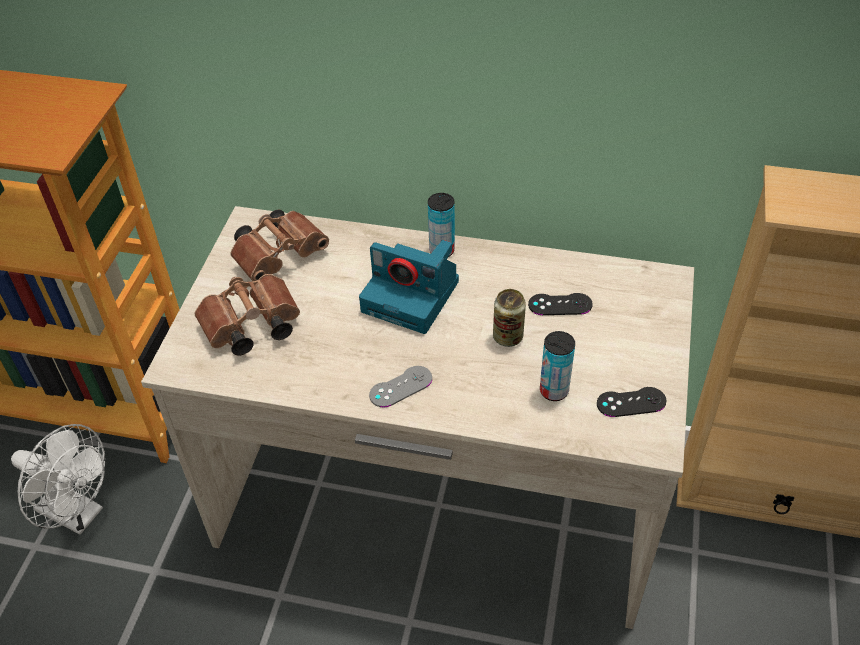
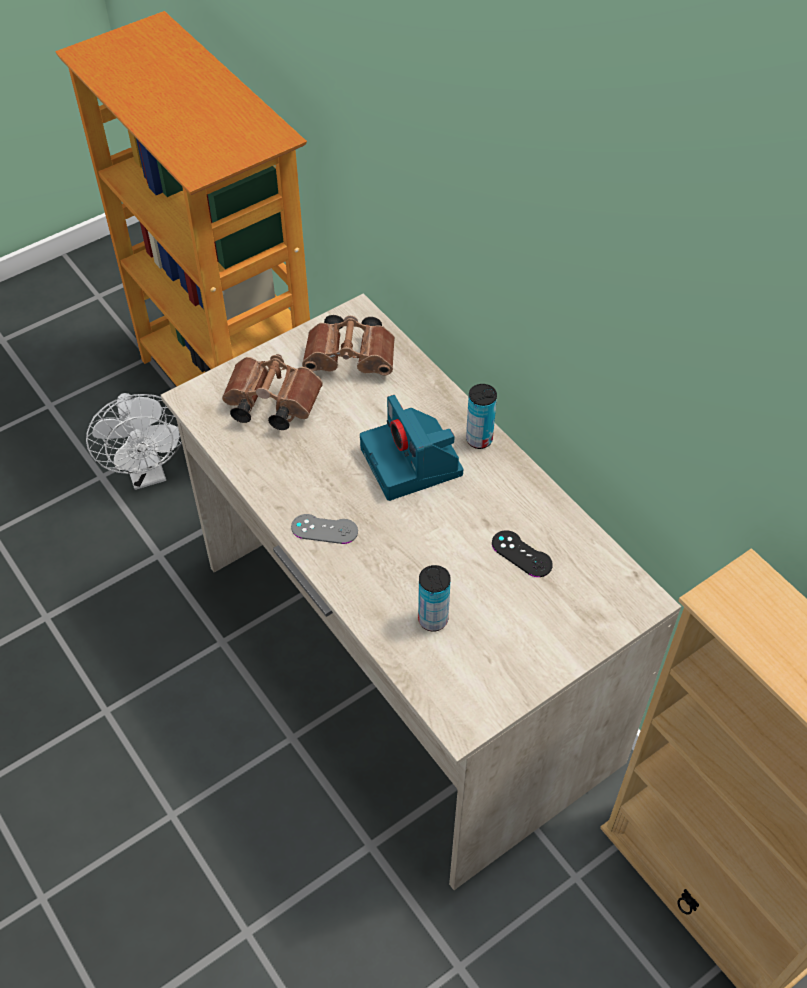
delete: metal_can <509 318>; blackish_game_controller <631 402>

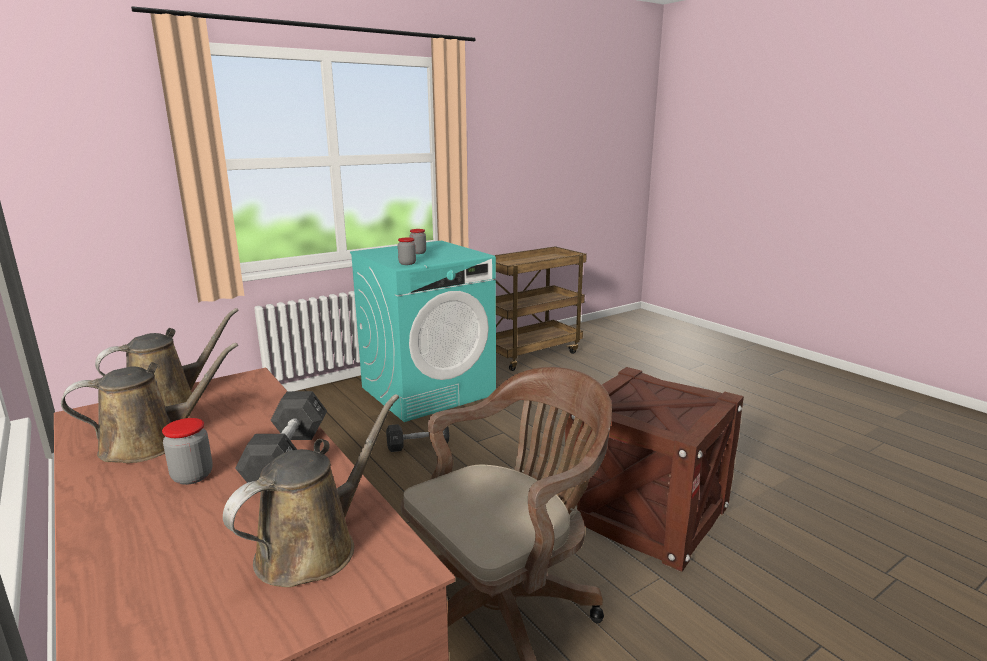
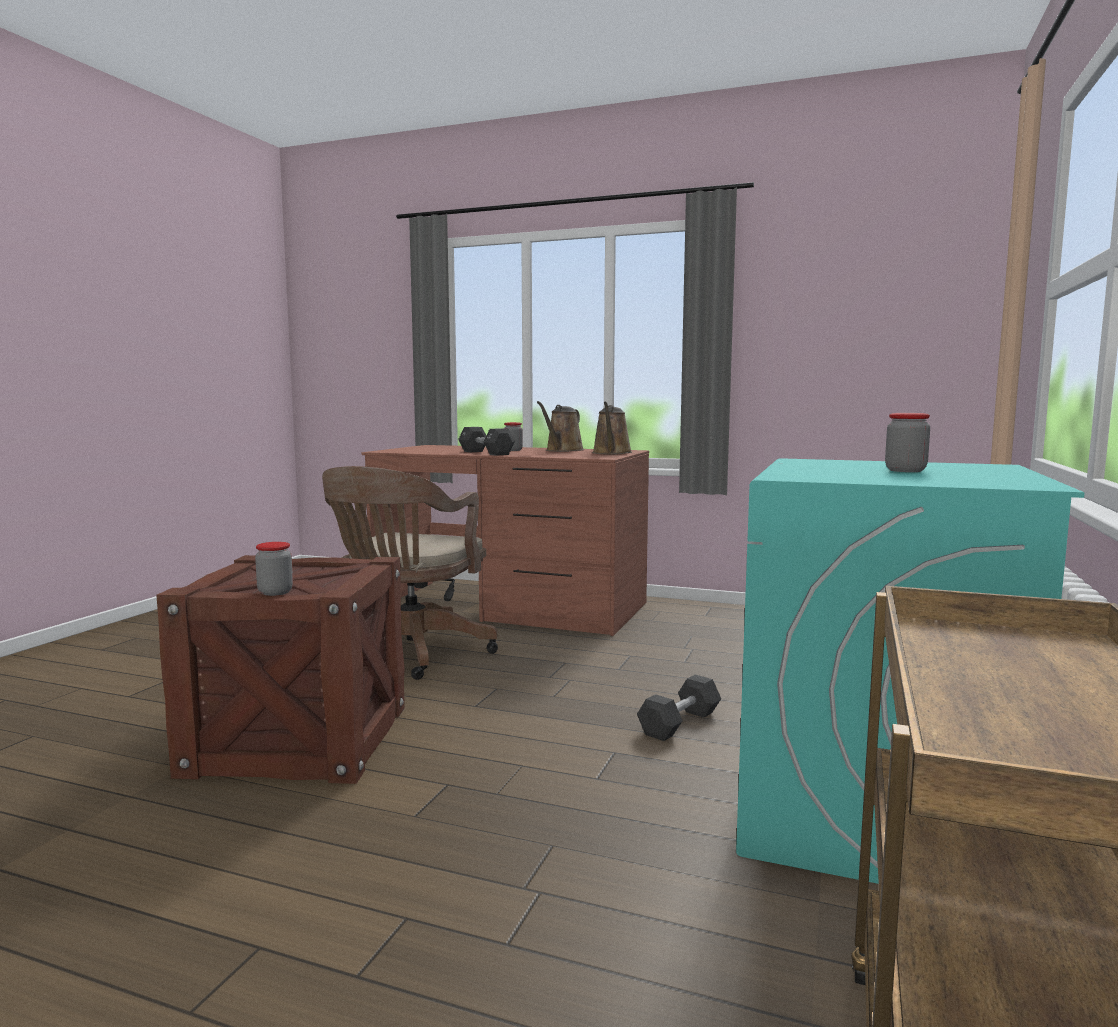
delete: brown_watering_pot <311 490>
move: preserve_jar <407 251> to <274 569>

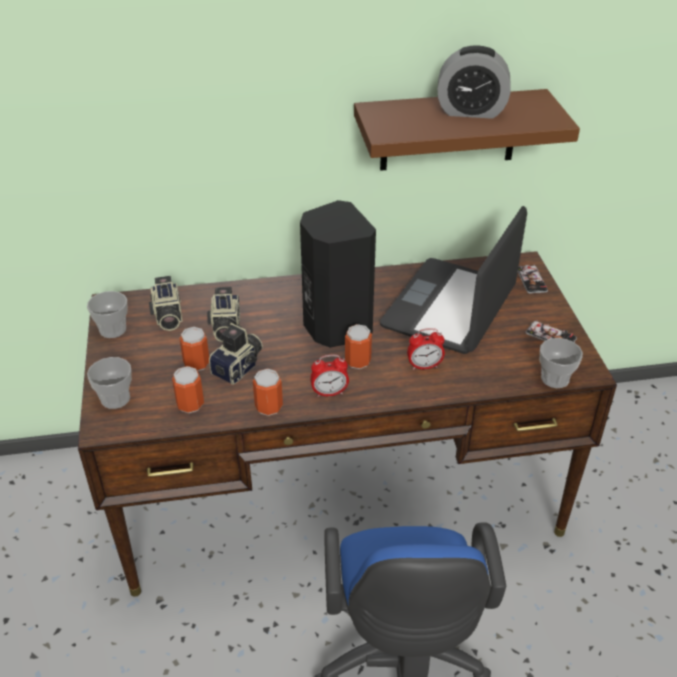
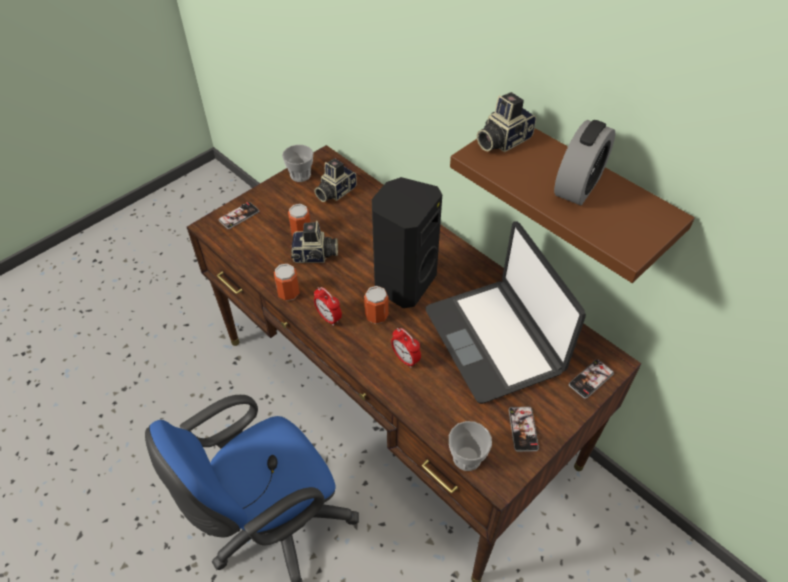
delete: metal_can <188 389>
move: still_camera <223 314> to <506 122>
replace: drinking_cup <109 383> to phone <239 215>
rotate: laptop <453 280> = <506 312> 105 degrees counterclockwise; table_clock <474 82> = <584 162> 120 degrees counterclockwise

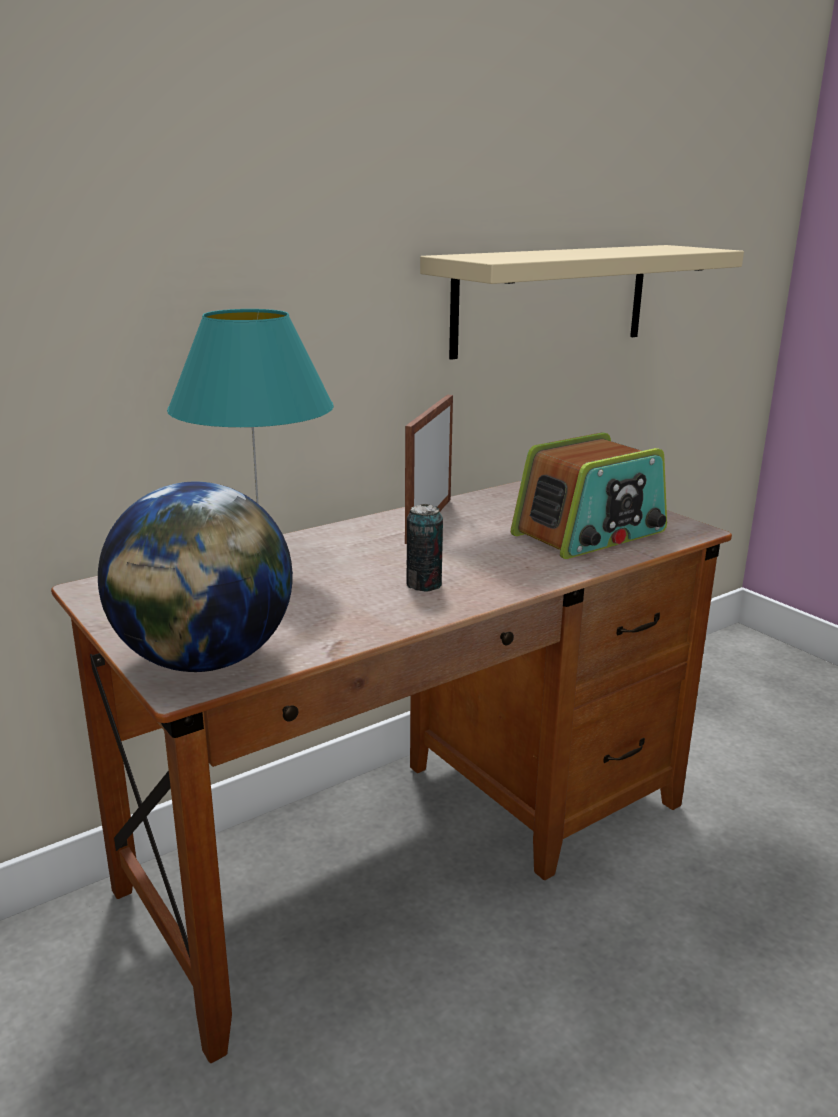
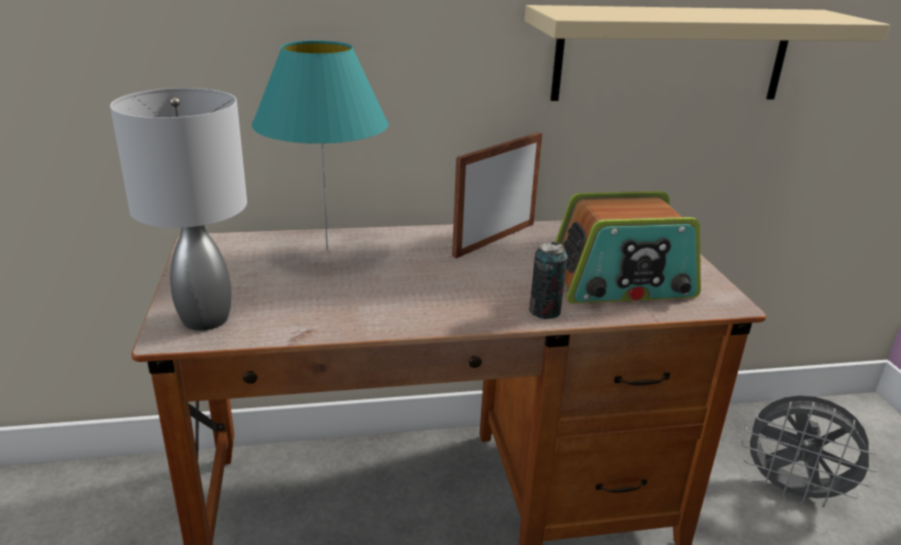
insert: grey_fan <809 451>
move: metal_can <424 547> to <548 280>
replace: desk_globe <195 576> to grey_table_lamp <178 209>

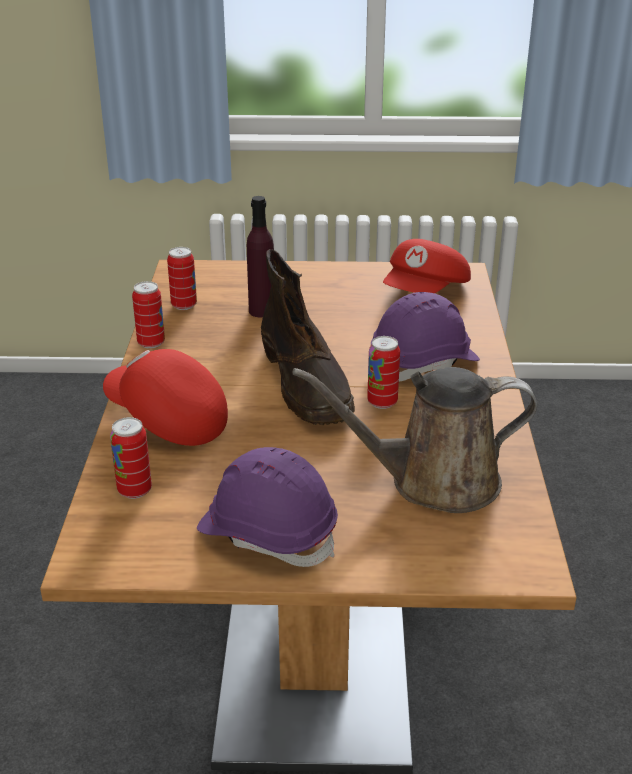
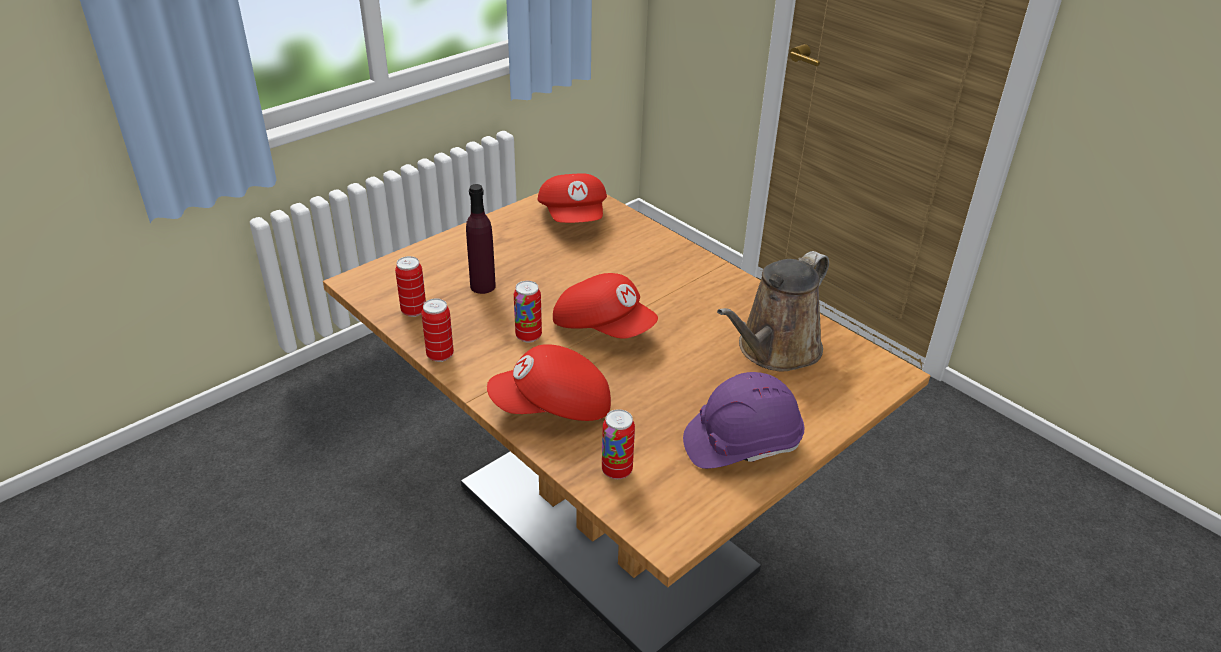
delete: purplish_work_helmet <425 337>
move: metal_can <383 372> to <528 311>
replace: brown_high-top_boot <308 337> to red-coloured_cap <605 306>

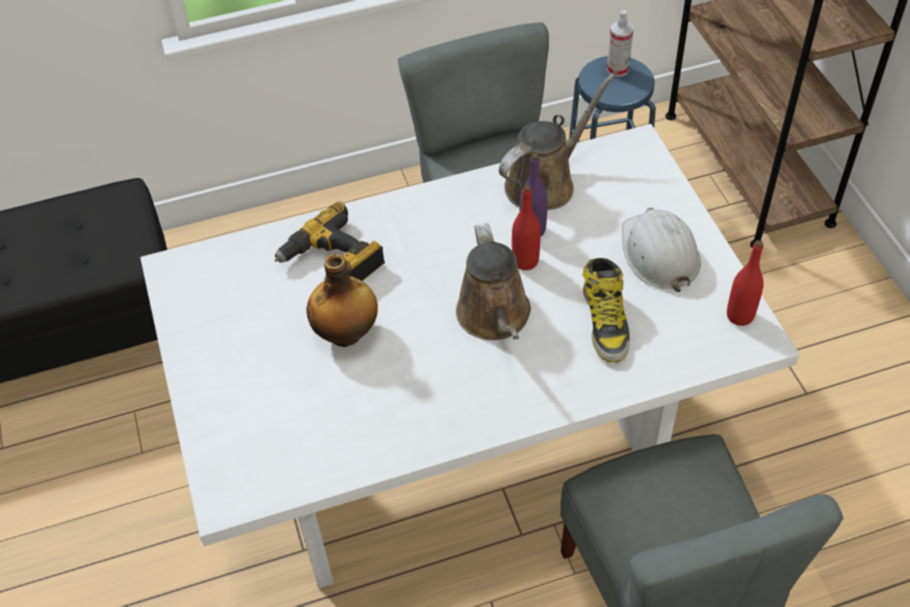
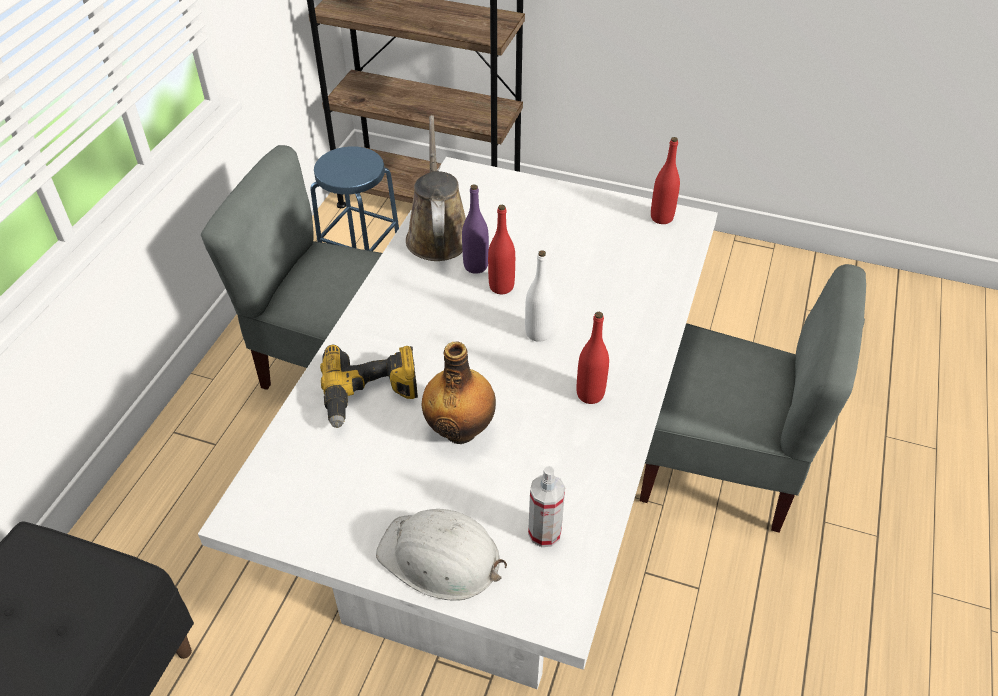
delete: high-top_boot <606 310>
insert: red-coloured_bottle <593 358>
move: hand_sprayer <620 43> to <546 506>; white-coloured_work_helmet <661 250> to <441 555>
replace: brown_watering_pot <493 281> to white-coloured_bottle <539 296>

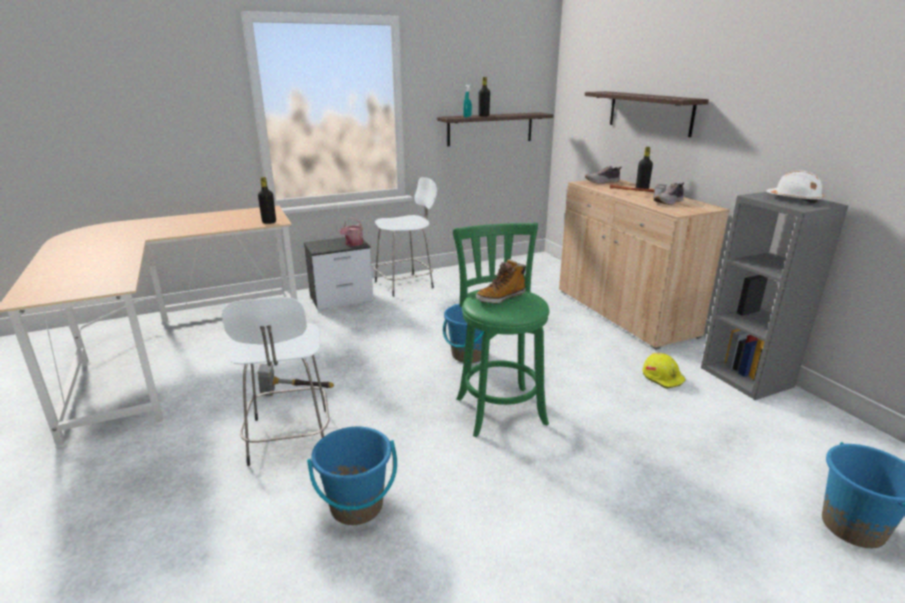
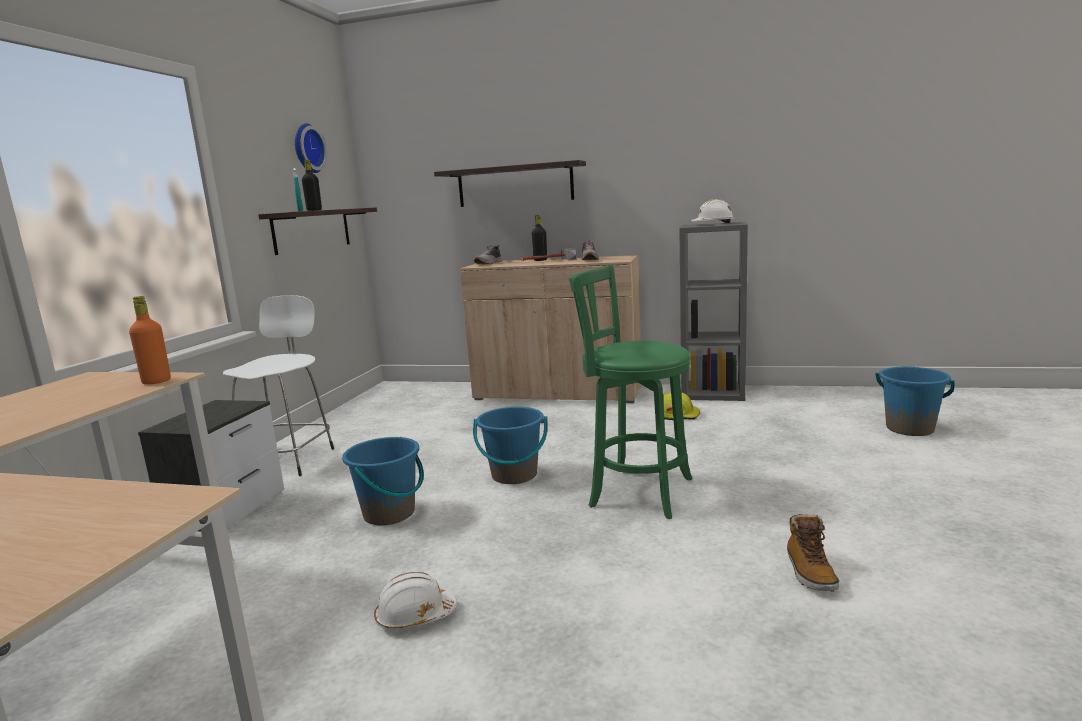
delete: white-coloured_stool <275 381>; watering_pot <351 232>
insert: wall_clock <311 148>
move: blue-coloured_pail <352 475> to <383 481>; high-top_boot <501 281> to <813 553>
replace: hammer <296 380> to white-coloured_work_helmet <415 600>
recolor: blackish_bottle <267 200> to orange-coloured_bottle <150 340>

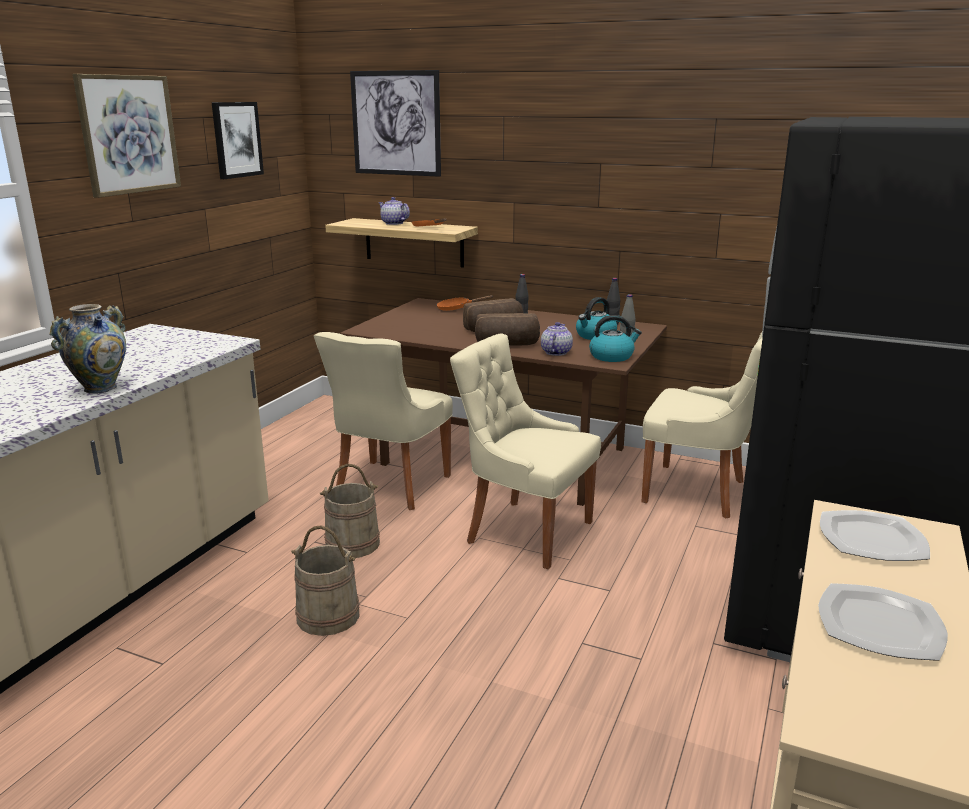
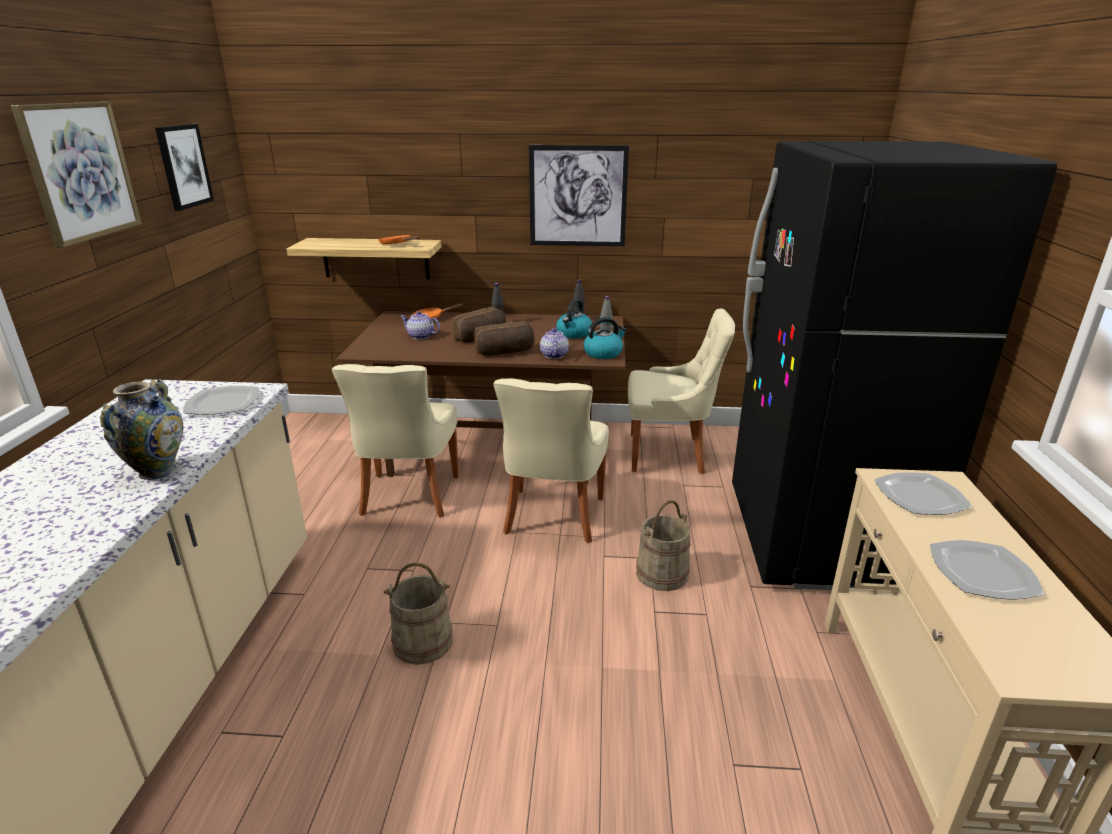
insert: plate <221 400>
move: beige-coloured_pail <350 511> to <663 545>; wall_art <395 123> to <579 195>; teapot <394 211> to <420 325>
rotate: beige-coloured_upright_chair <525 451> = <551 461> 90 degrees counterclockwise

